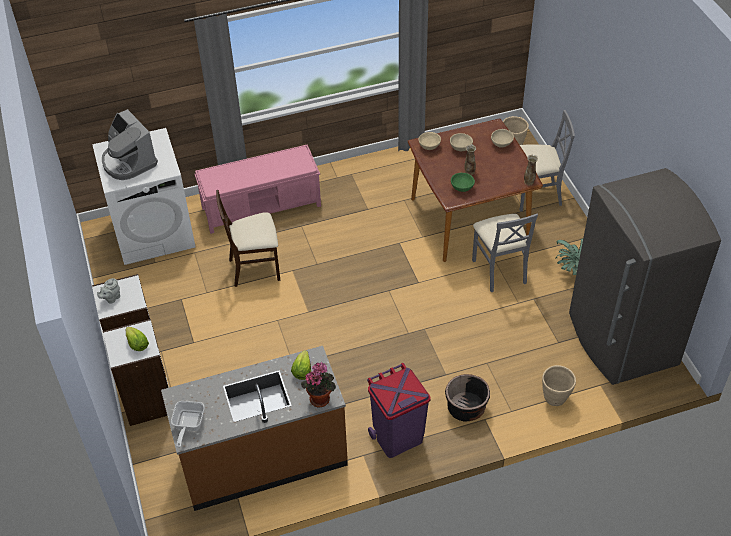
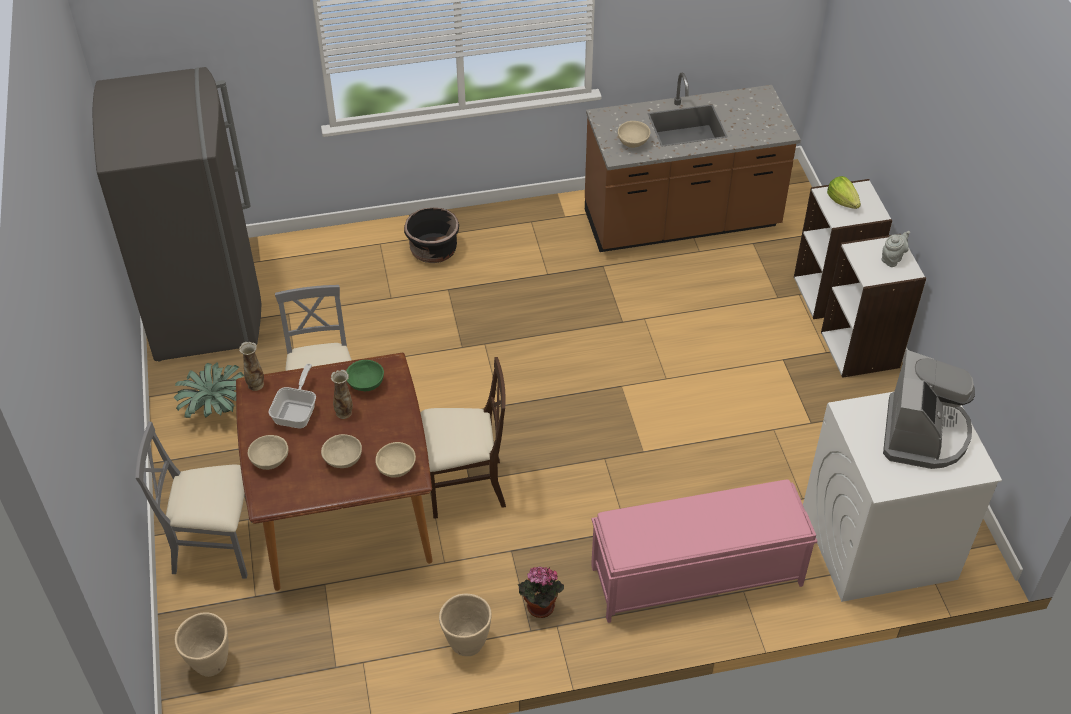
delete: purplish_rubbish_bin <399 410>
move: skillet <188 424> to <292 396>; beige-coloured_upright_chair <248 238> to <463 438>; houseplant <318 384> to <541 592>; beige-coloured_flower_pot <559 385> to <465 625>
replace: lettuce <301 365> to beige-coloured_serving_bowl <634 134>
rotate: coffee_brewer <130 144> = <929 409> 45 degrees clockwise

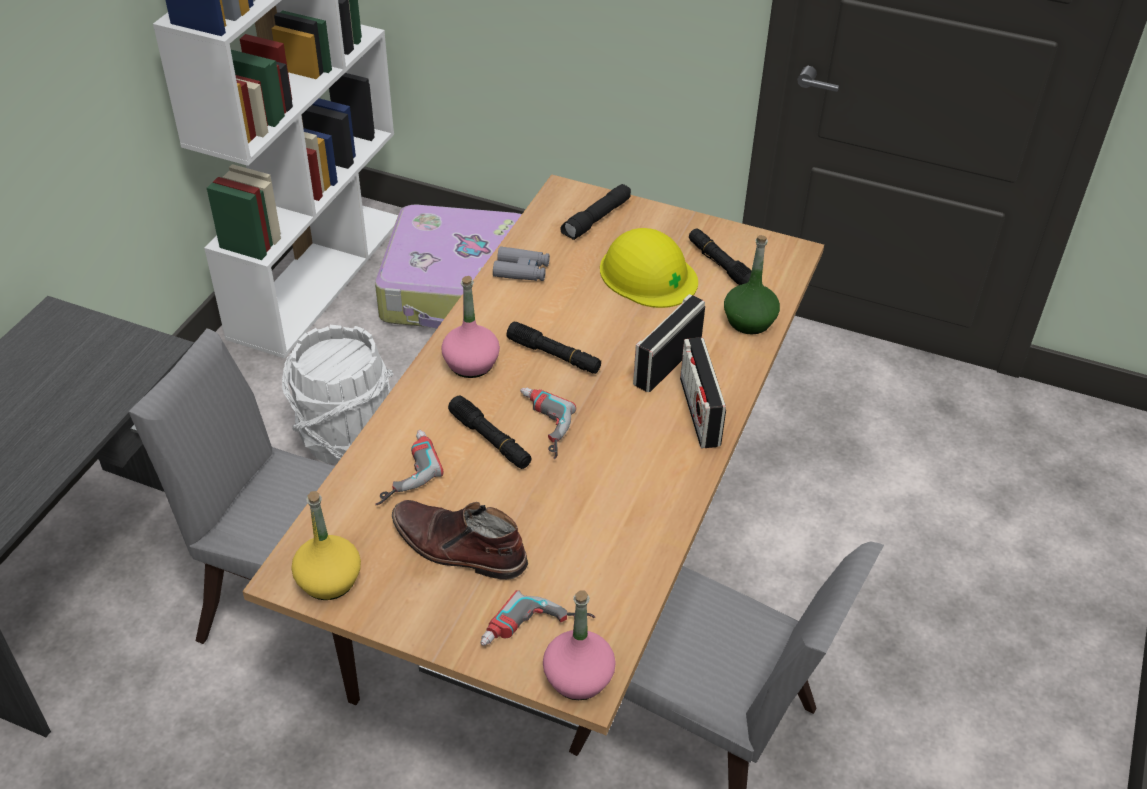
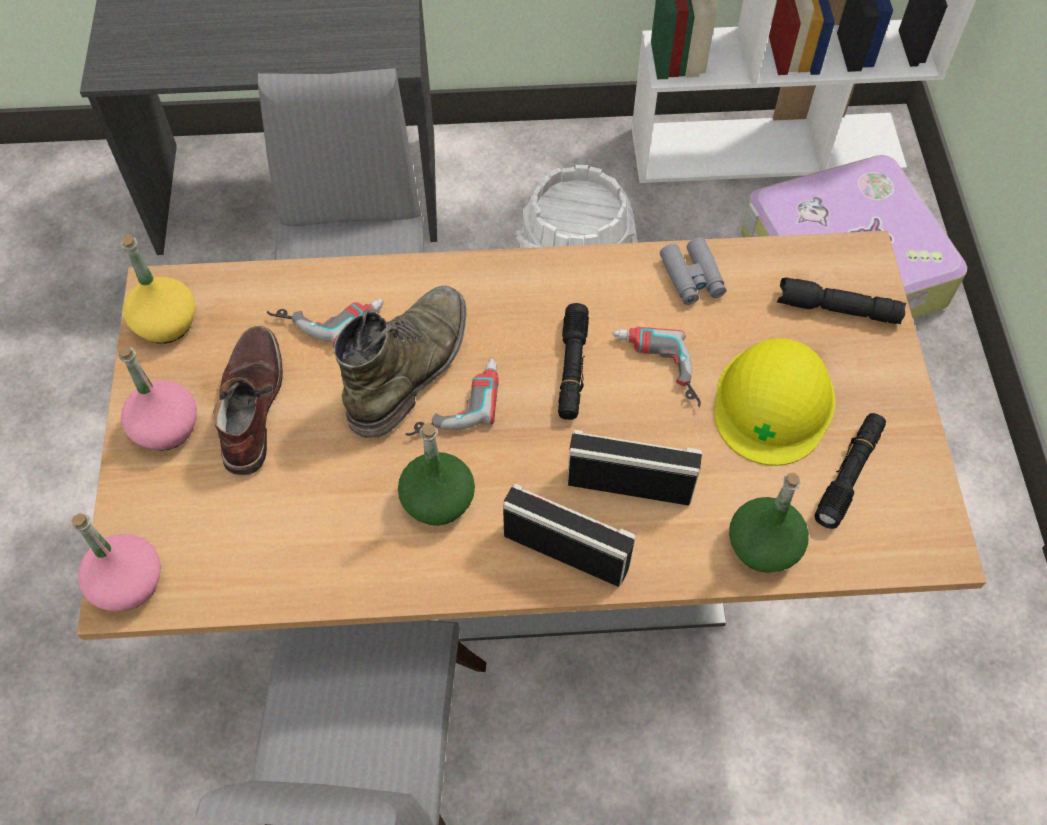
insert: green_bottle <436 474>
move: pink-coloured_bottle <470 327> to <157 398>; electric_drill <538 618> to <656 367>
replace: blackish_flashlight <490 432> to green_high-top_boot <400 362>
rotate: radio_receiver <703 392> = <569 535> 60 degrees clockwise

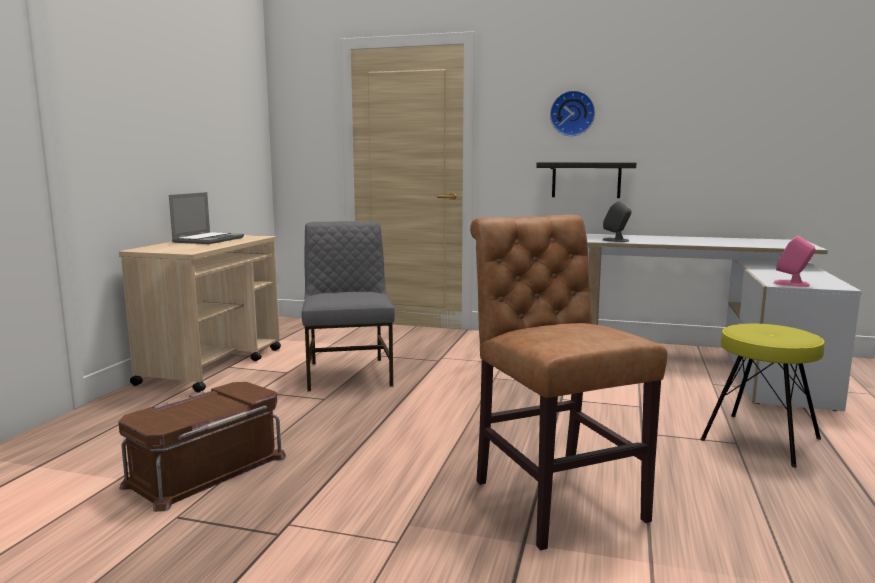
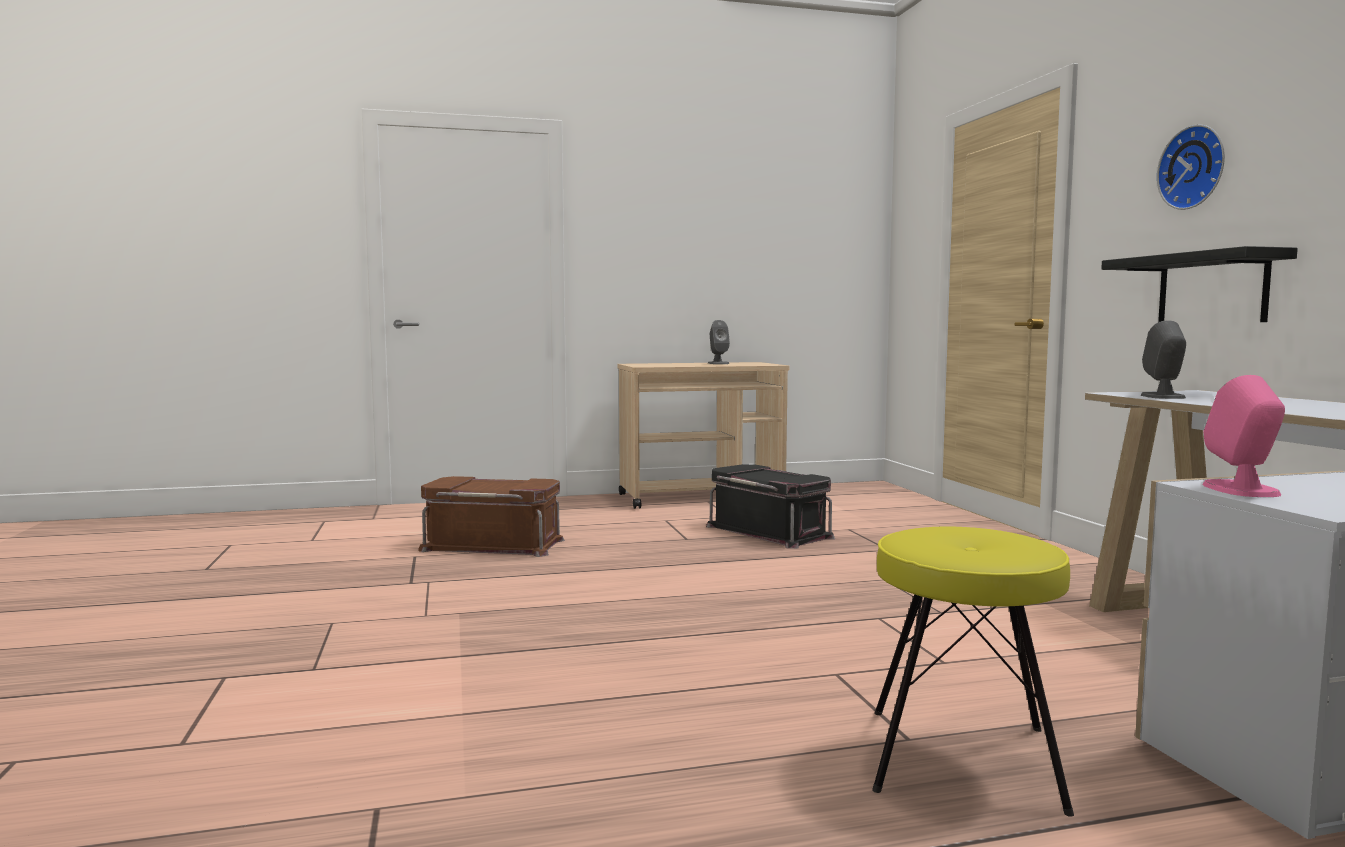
delete: brown_upright_chair <568 382>
replace: laptop <206 218> to grey_speaker <719 342>; grey_upright_chair <348 306> to blackish_storage_bin <770 506>

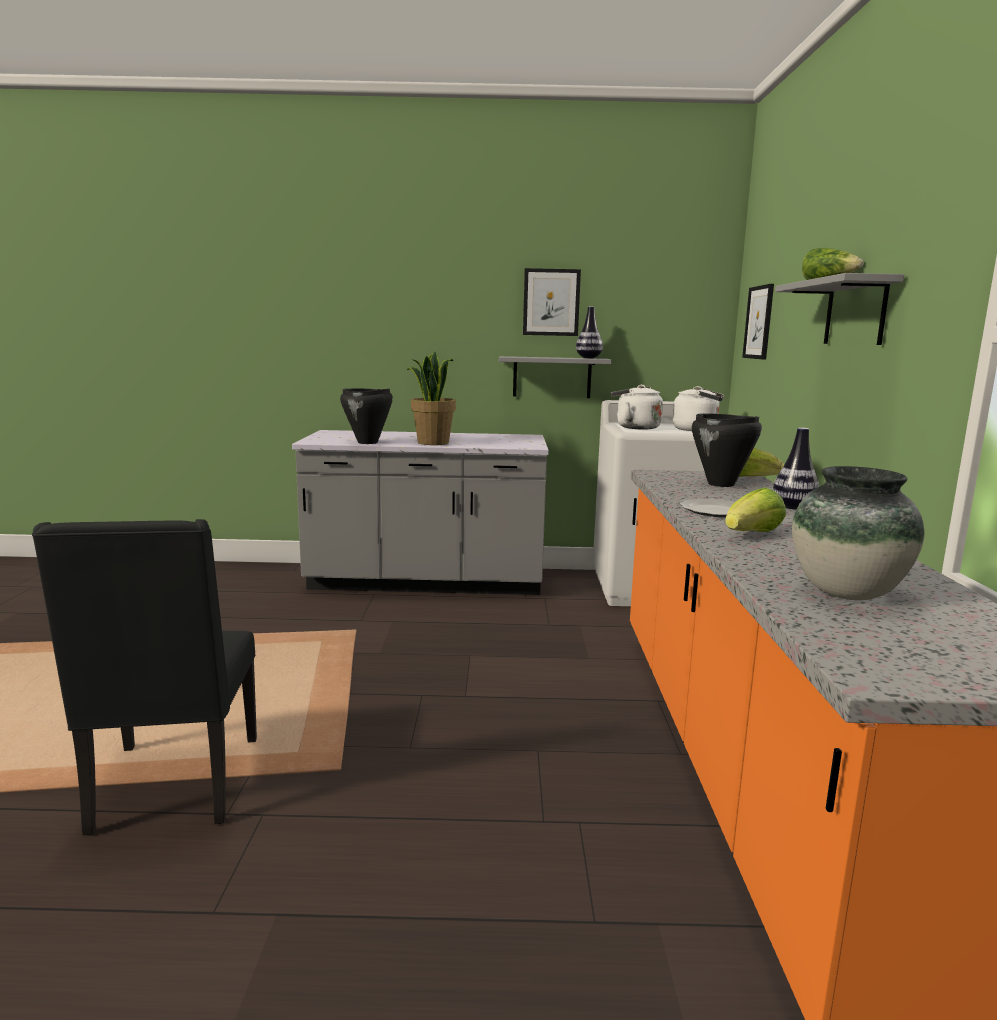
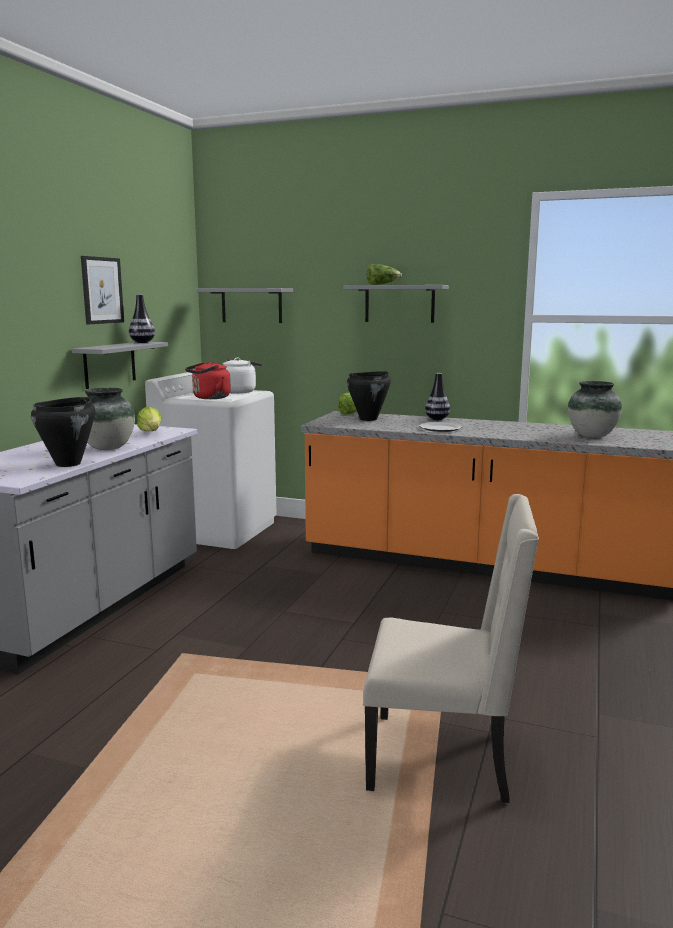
move: lettuce <755 509> to <149 418>
replace: houseplant <431 398> to decorative_vase <110 419>; wall_art <758 322> to grey_shelf <244 305>
recolor: blackish_upright_chair <144 677> to beige-coloured_upright_chair <451 648>; white-coloured_kettle <637 407> to red-coloured_kettle <208 380>

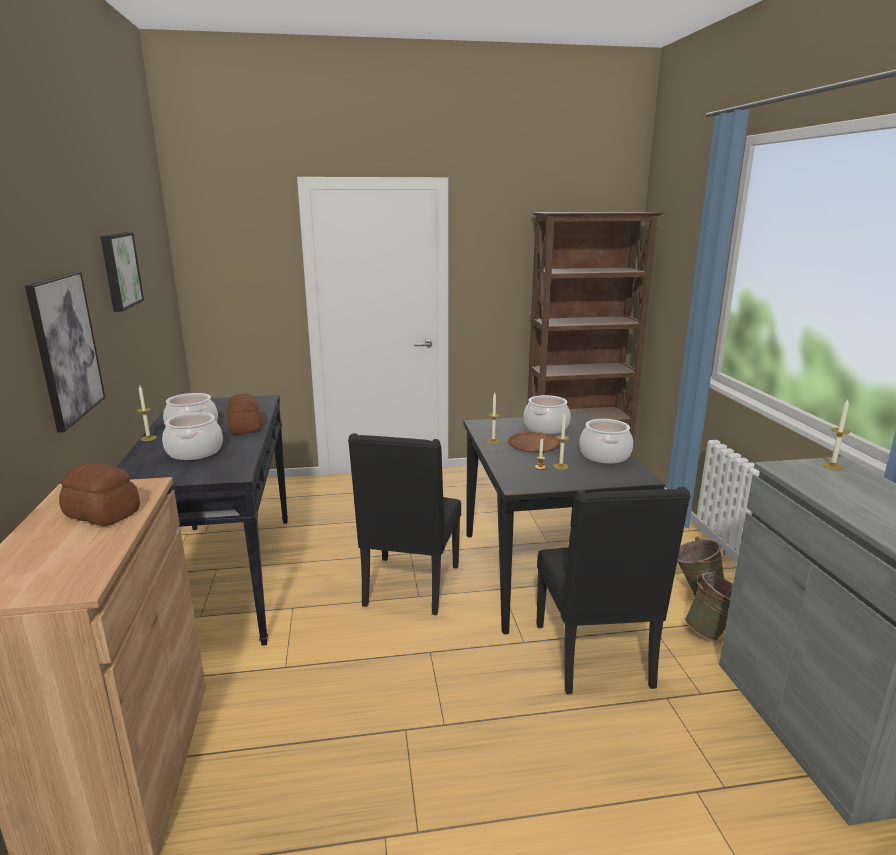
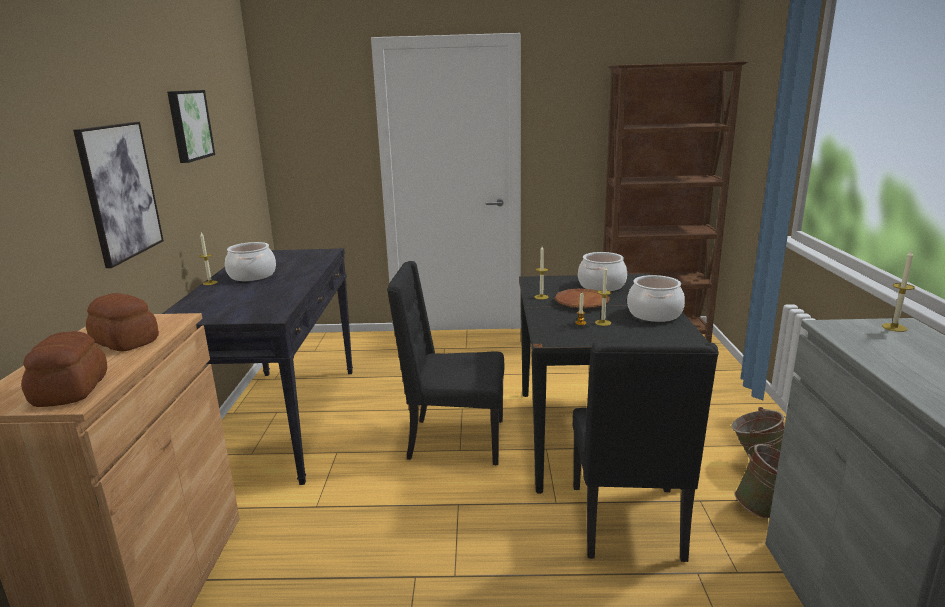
delete: cooking_pot <192 436>
move: bakery_bread <244 414> to <64 369>
rotate: blackish_upright_chair <404 524> = <446 363> 75 degrees clockwise

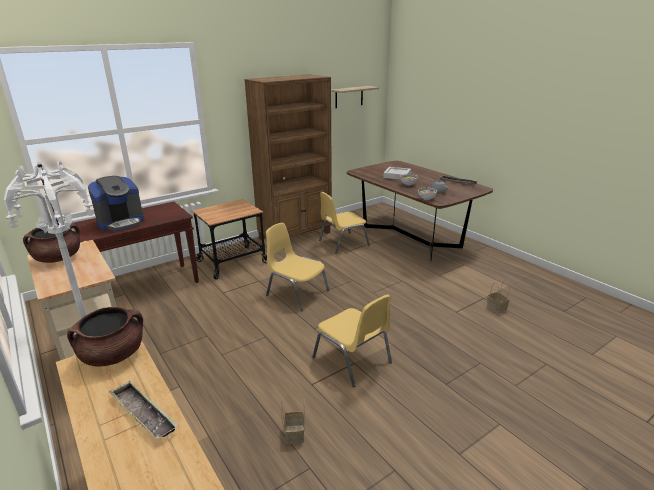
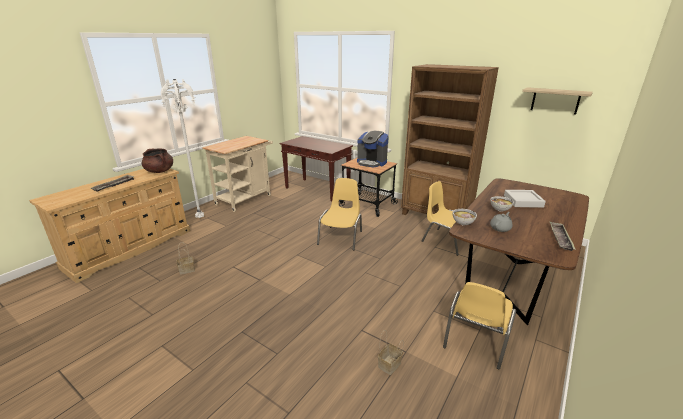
delete: brown_cooking_pot <51 243>
move: coffee_brewer <116 203> to <373 149>; yellow_upright_chair <352 340> to <479 325>

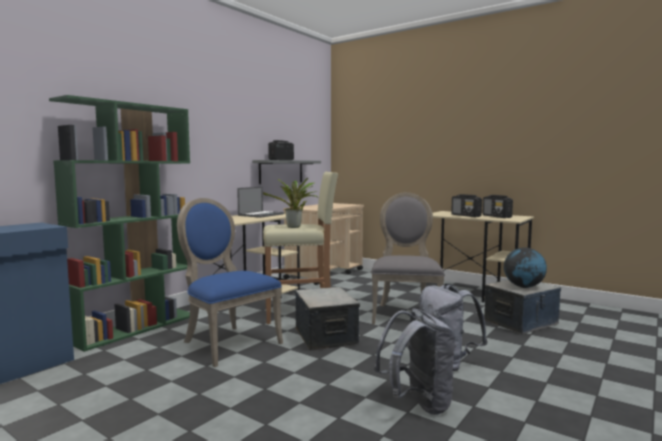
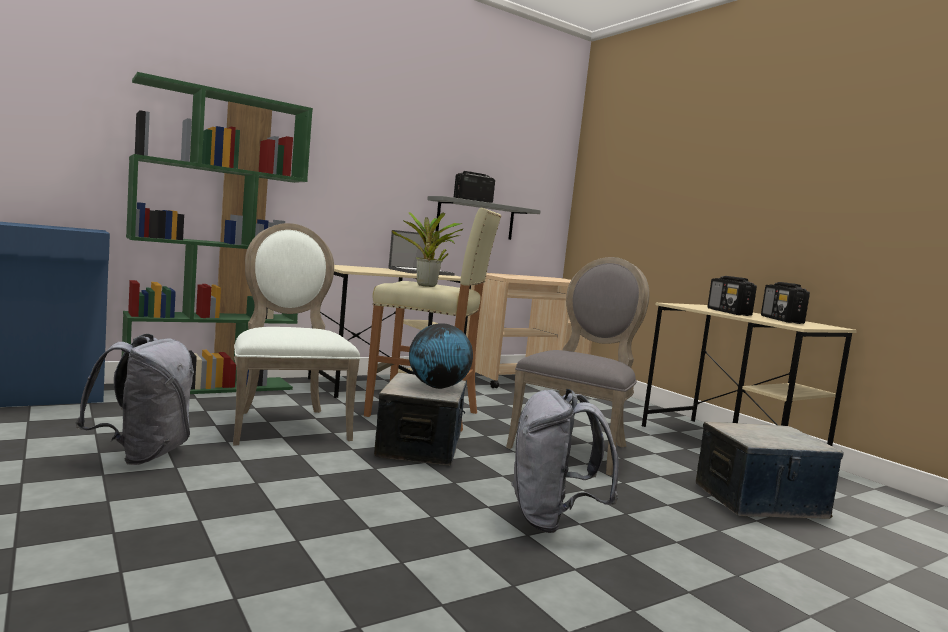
move: grey_backpack <415 361> to <134 399>; desk_globe <525 267> to <441 356>
recolor: blue-coloured_upright_chair <230 282> to white-coloured_upright_chair <297 334>

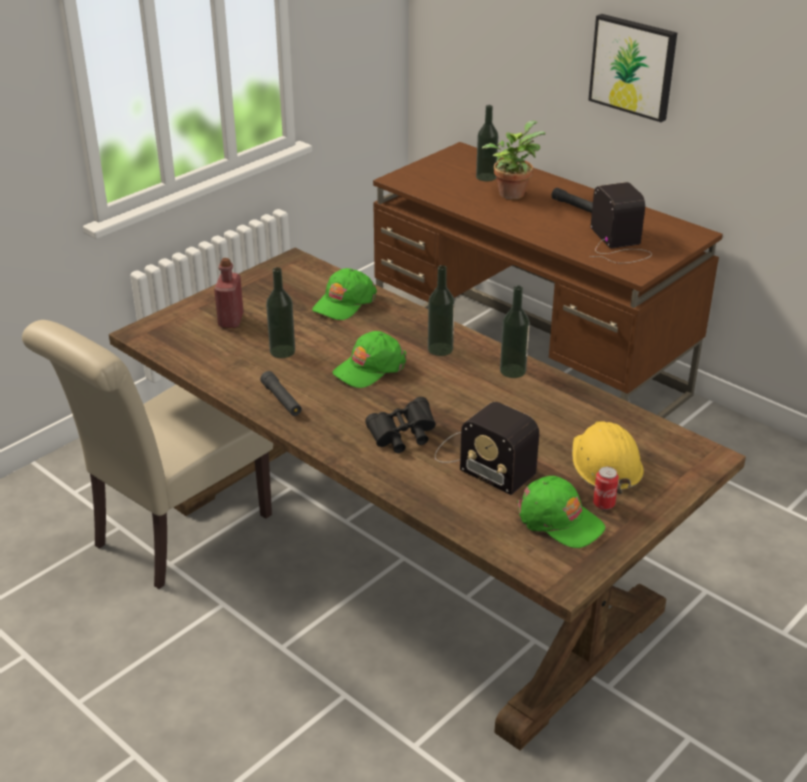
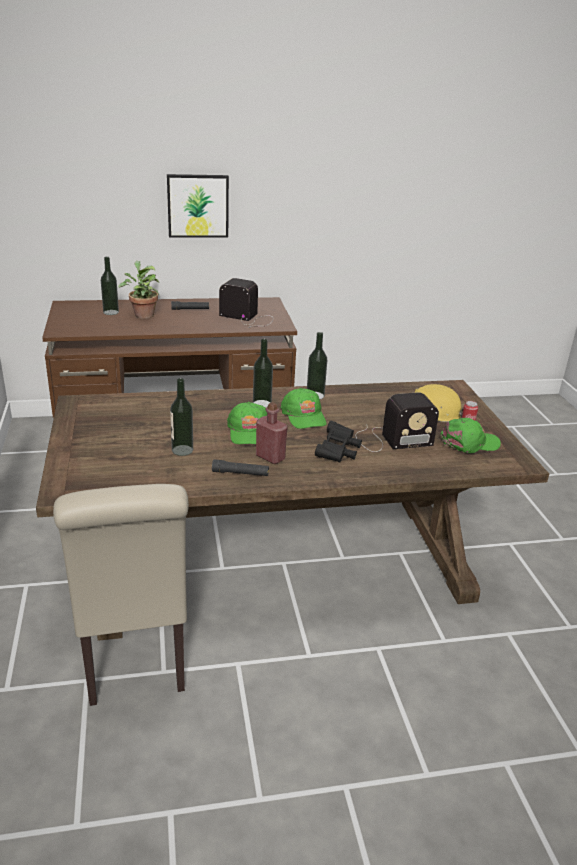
move: red-coloured_bottle <228 293> to <272 433>; green_cap <344 294> to <304 408>

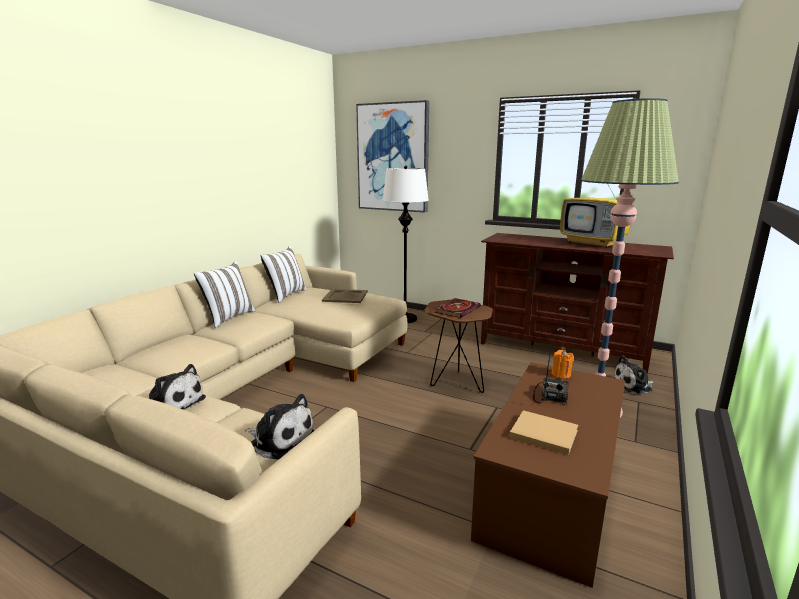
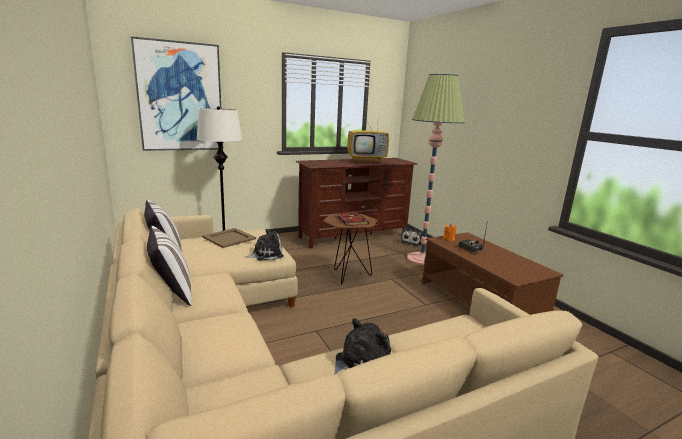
delete: beige-coloured_volume <543 432>
move: soft_toy <280 427> to <264 244>

